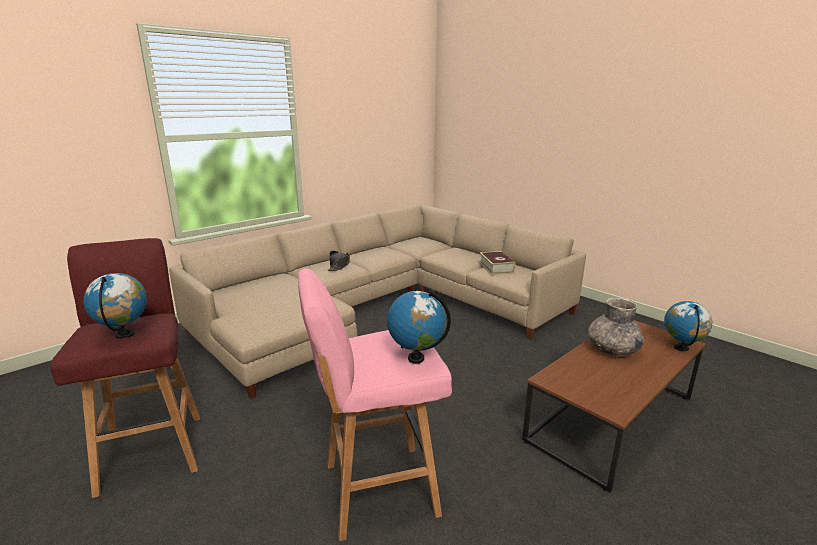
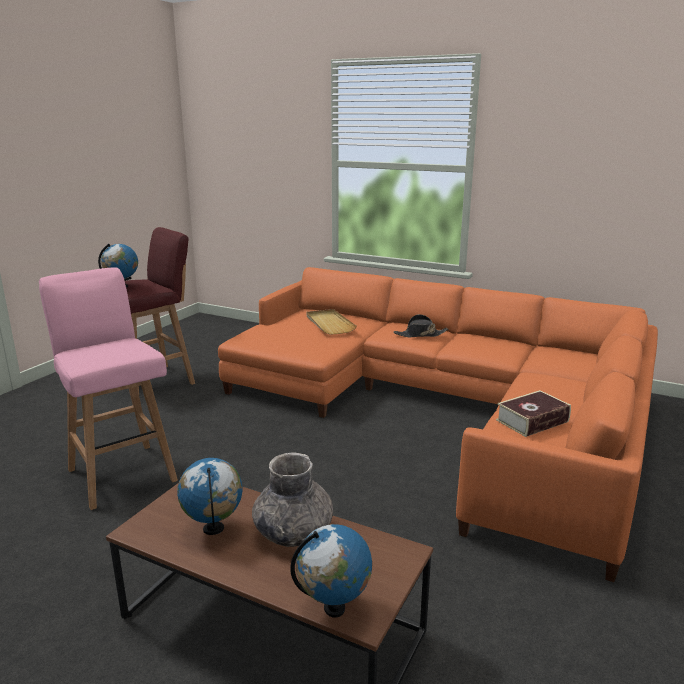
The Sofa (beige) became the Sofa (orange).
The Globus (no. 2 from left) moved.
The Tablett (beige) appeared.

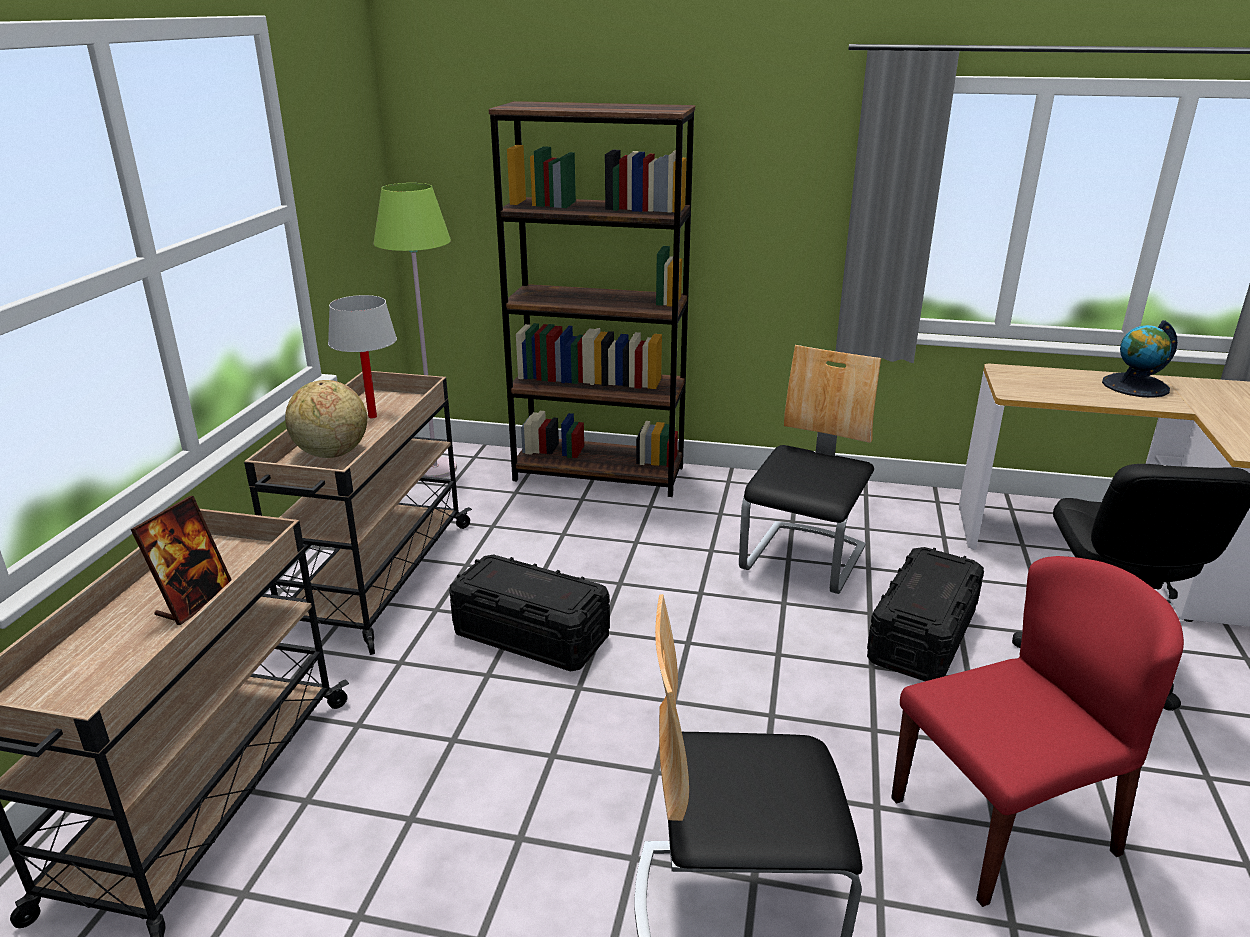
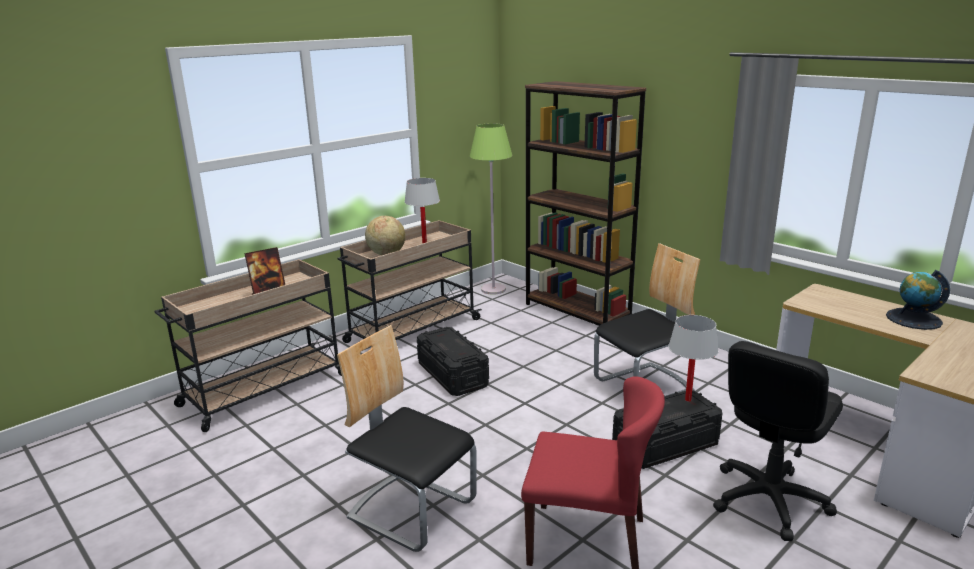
The Tischlampe (weiß) (no. 2 from left) appeared.

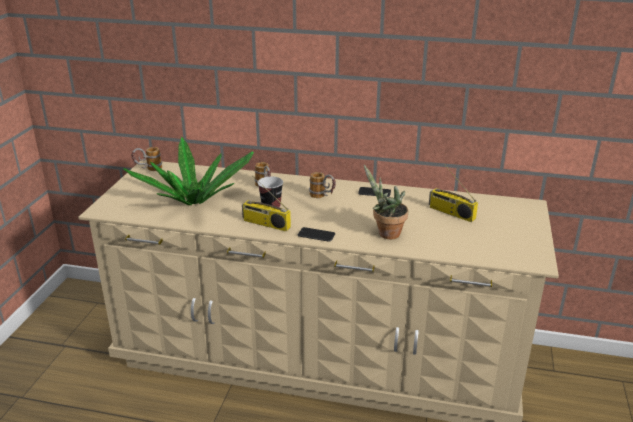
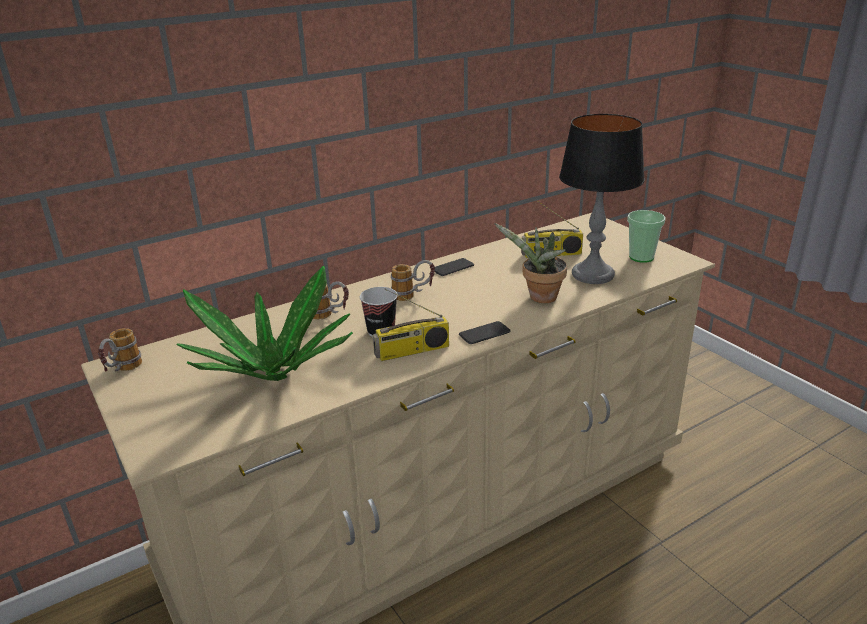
The Tischlampe appeared.
The Tasse (no. 2 from left) appeared.

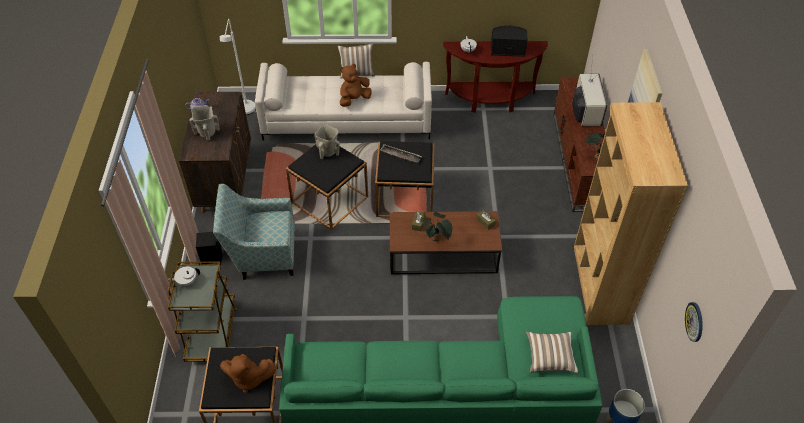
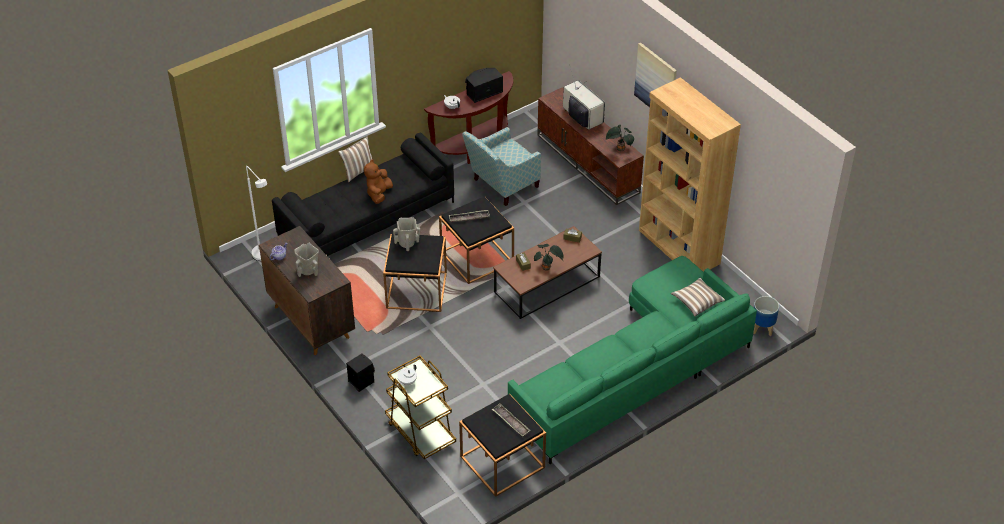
The Sofa (weiß) became the Sofa (schwarz).
The Sessel moved.
The Wanduhr disappeared.
The Plüschtier (braun) (no. 1 from left) was replaced by the Tablett (no. 2 from left).

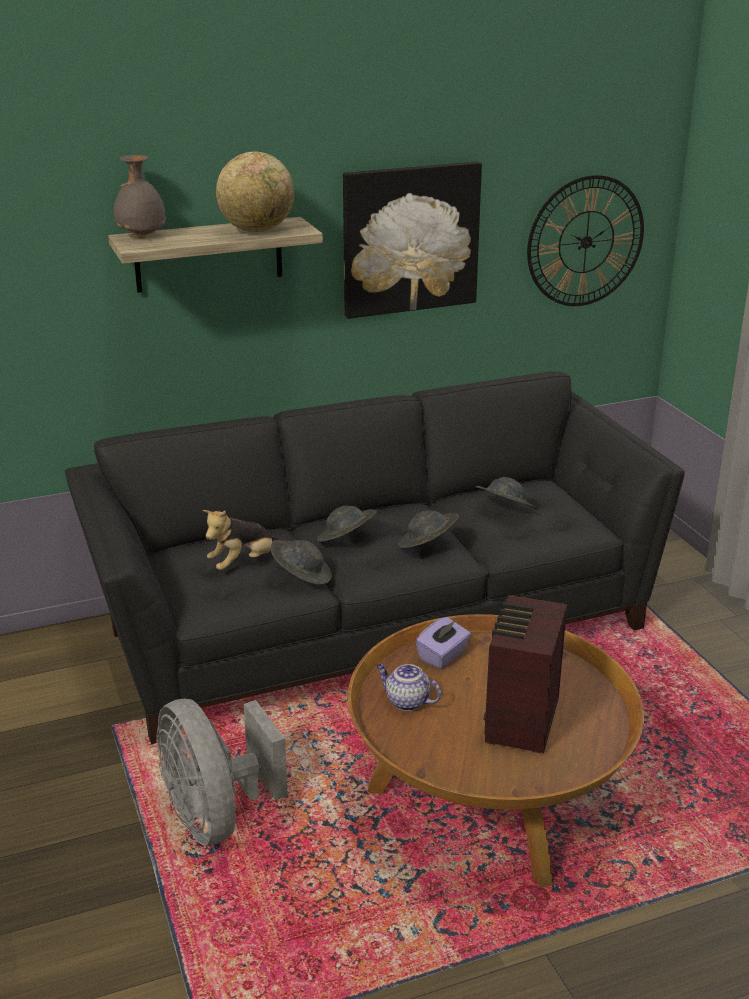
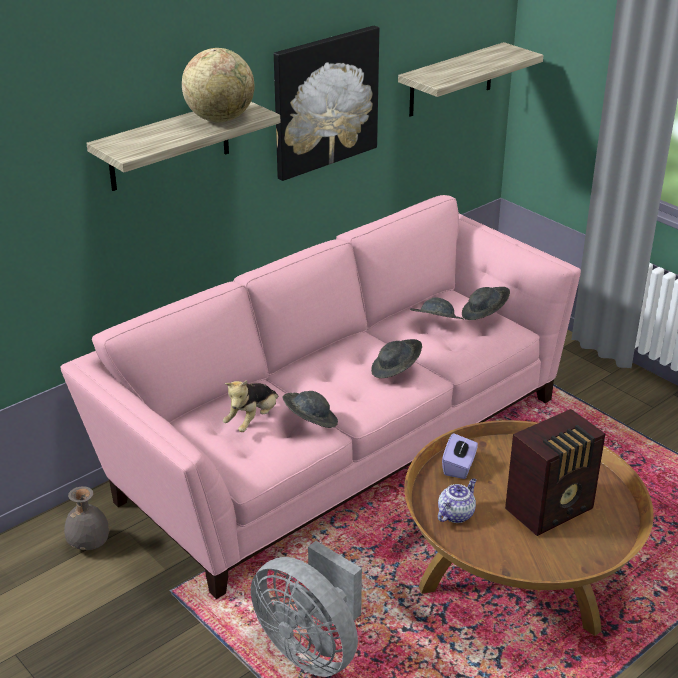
The Vase (grau) moved.
The Wanduhr was replaced by the Wandregal (no. 2 from left).
The Sofa (schwarz) became the Sofa (rosa).
The Hut (grau) (no. 2 from left in the first image) moved.
The Radio turned 120 degrees counterclockwise.
The Teekanne turned 120 degrees clockwise.

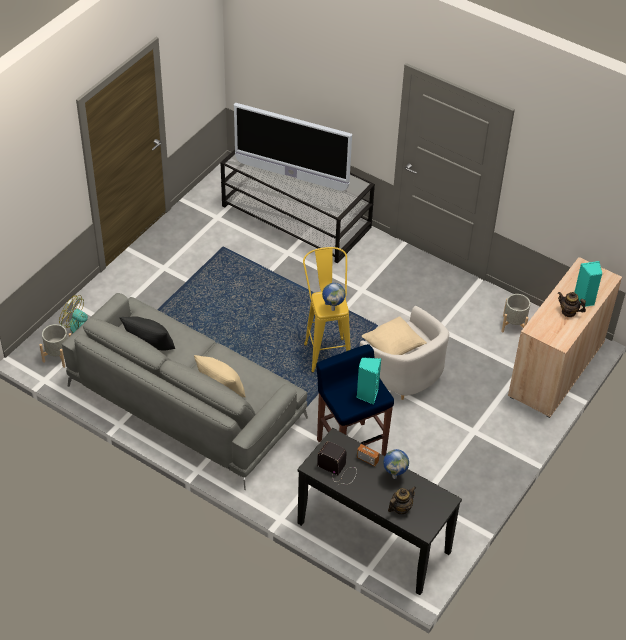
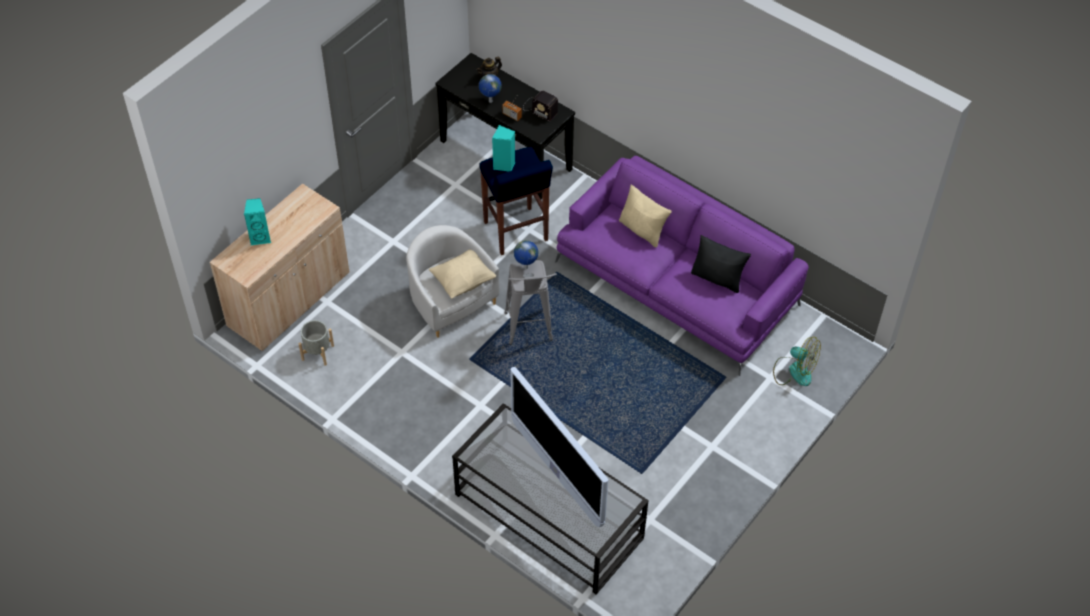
The Fernseher turned 150 degrees counterclockwise.
The Hocker (gelb) became the Hocker (grau).
The Teekanne (no. 2 from left) disappeared.
The Sofa (grau) became the Sofa (lila).
The Pflanzkübel (grau) (no. 1 from left) disappeared.

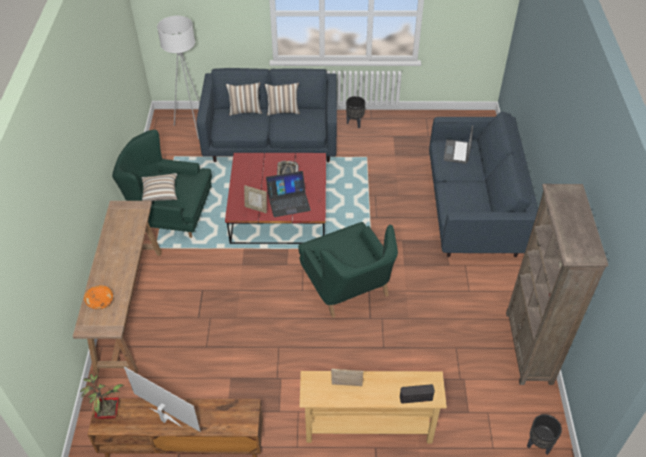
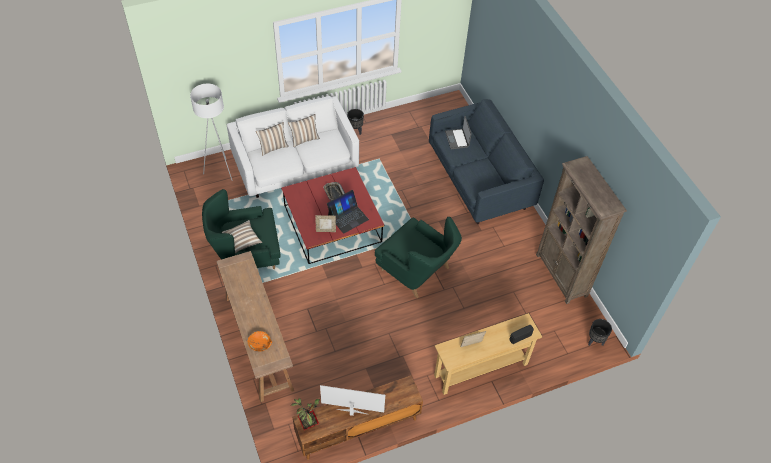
The Sofa (blau) (no. 1 from left) became the Sofa (weiß).

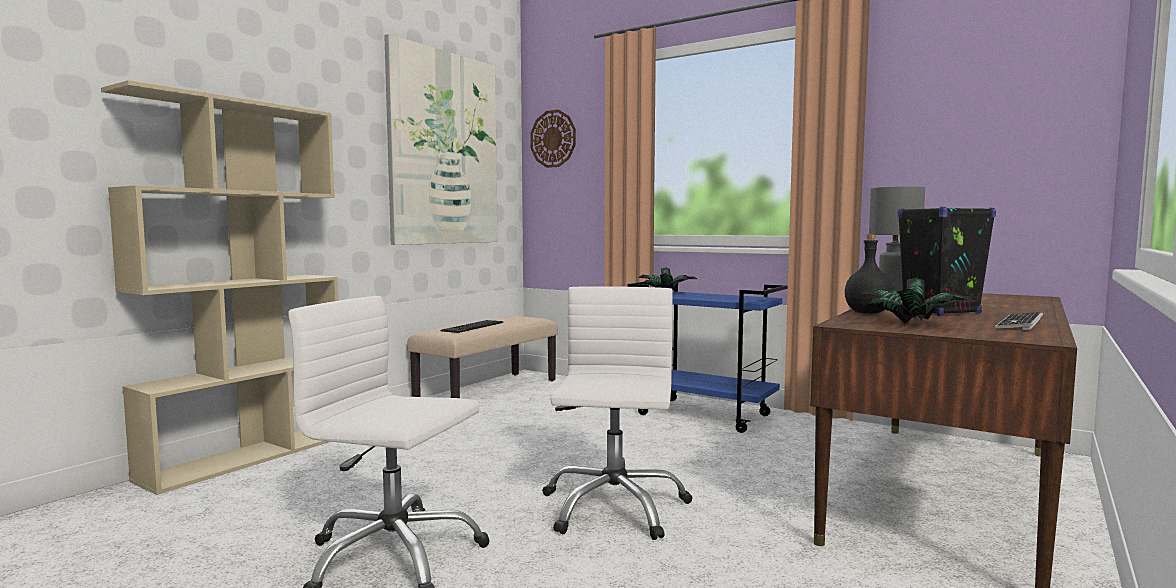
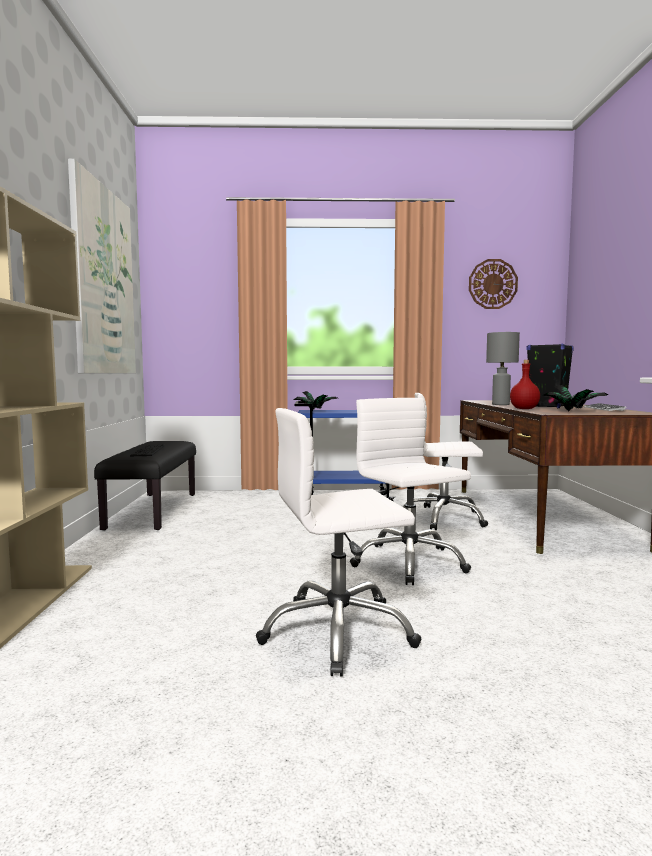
The Wanduhr moved.
The Flasche (schwarz) became the Flasche (rot).
The Bank (beige) became the Bank (schwarz).
The Bürostuhl (weiß) (no. 3 from left) appeared.

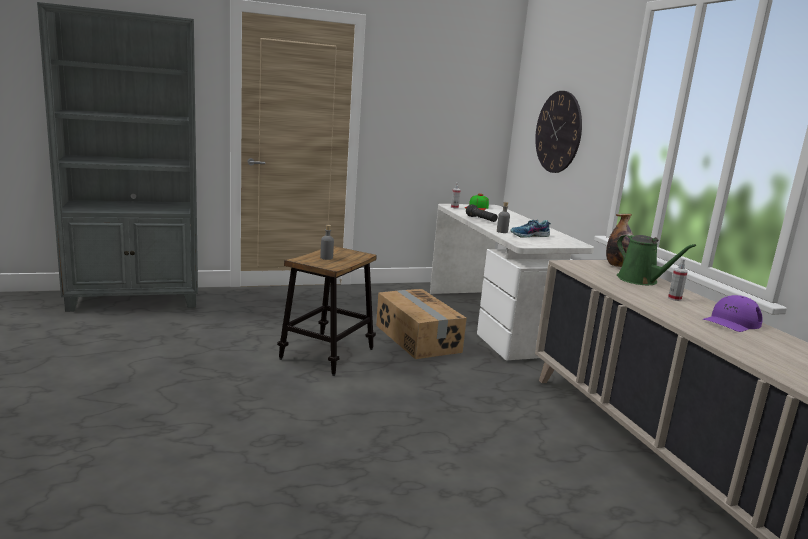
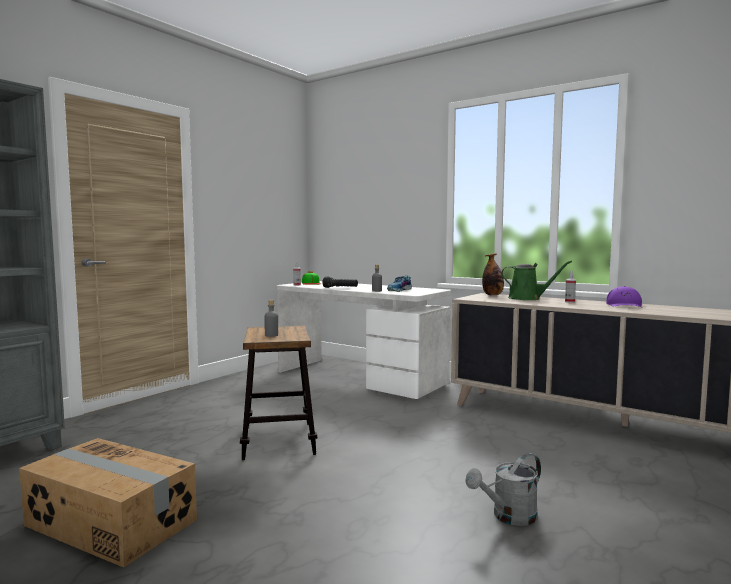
The Wanduhr disappeared.
The Karton moved.
The Gießkanne (grau) appeared.

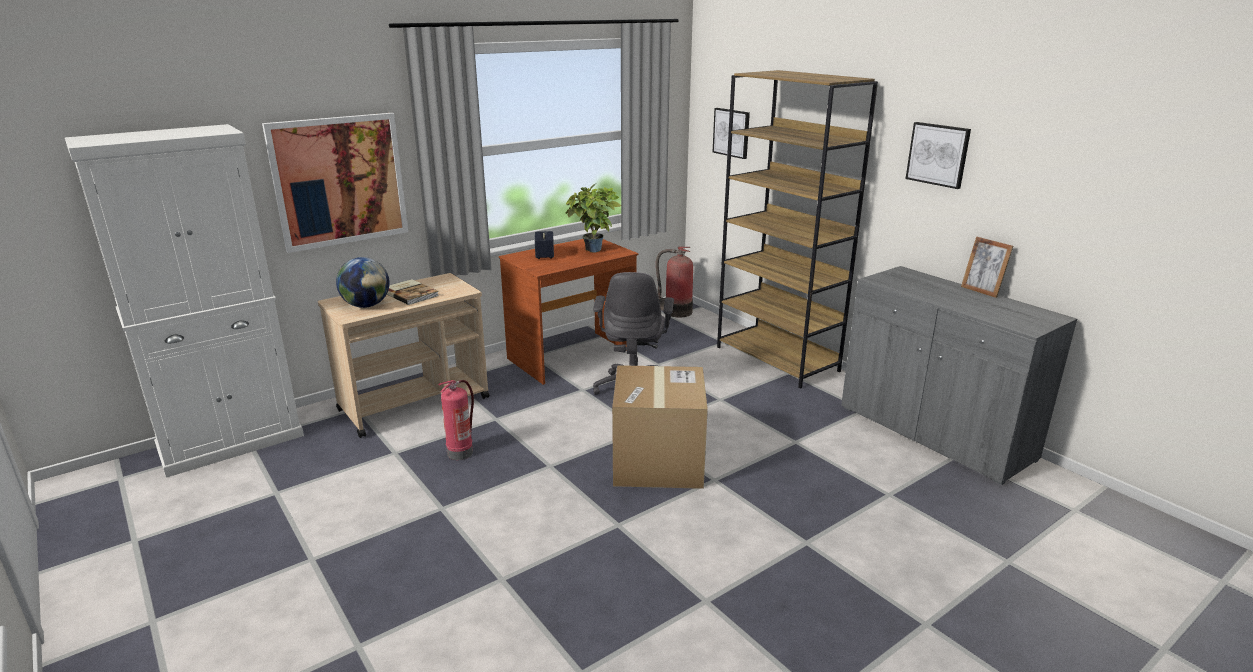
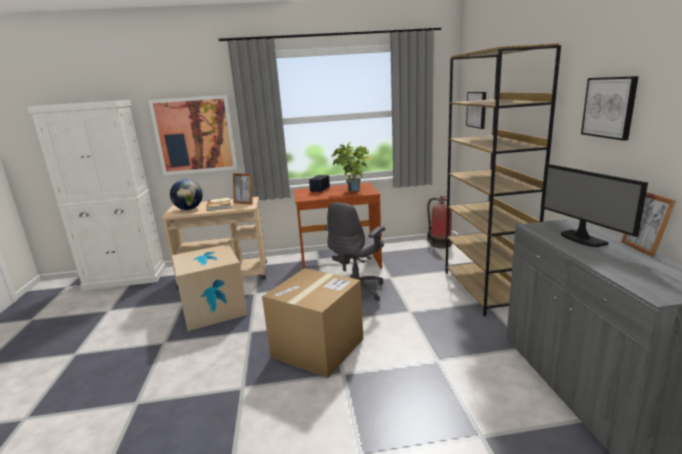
The Feuerlöscher (no. 1 from left) was replaced by the Karton (no. 1 from left).
The Monitor appeared.
The Bilderrahmen (no. 1 from left) appeared.

